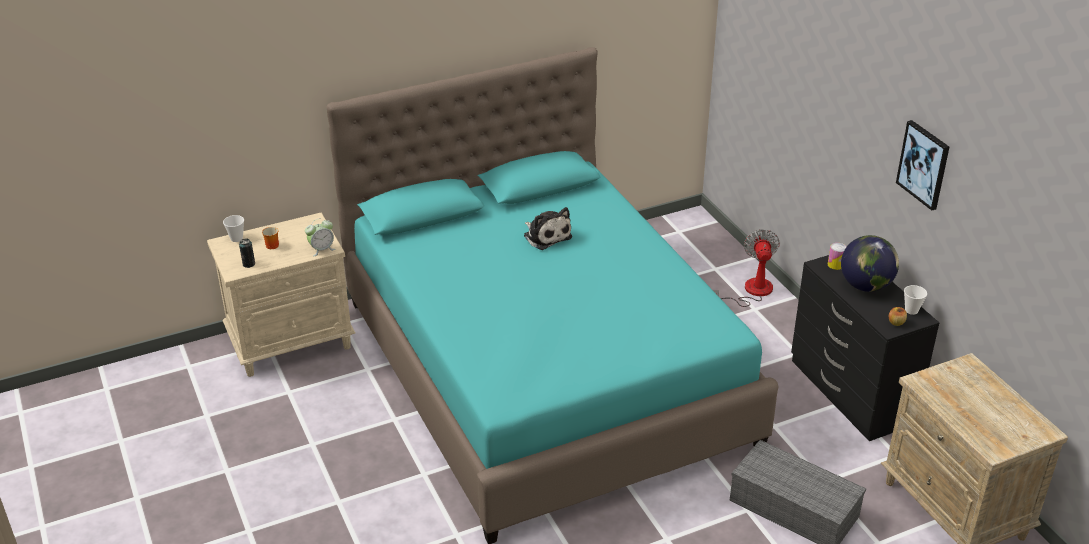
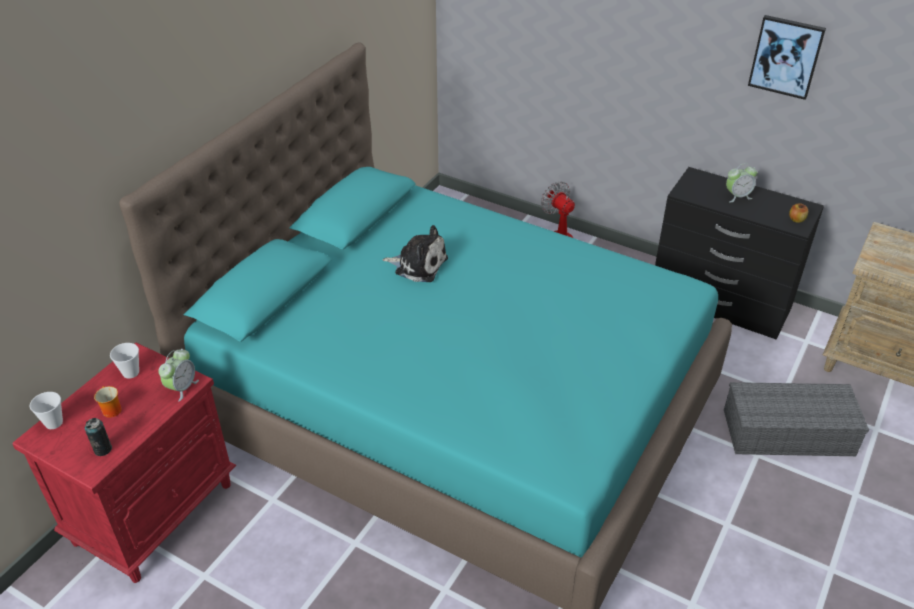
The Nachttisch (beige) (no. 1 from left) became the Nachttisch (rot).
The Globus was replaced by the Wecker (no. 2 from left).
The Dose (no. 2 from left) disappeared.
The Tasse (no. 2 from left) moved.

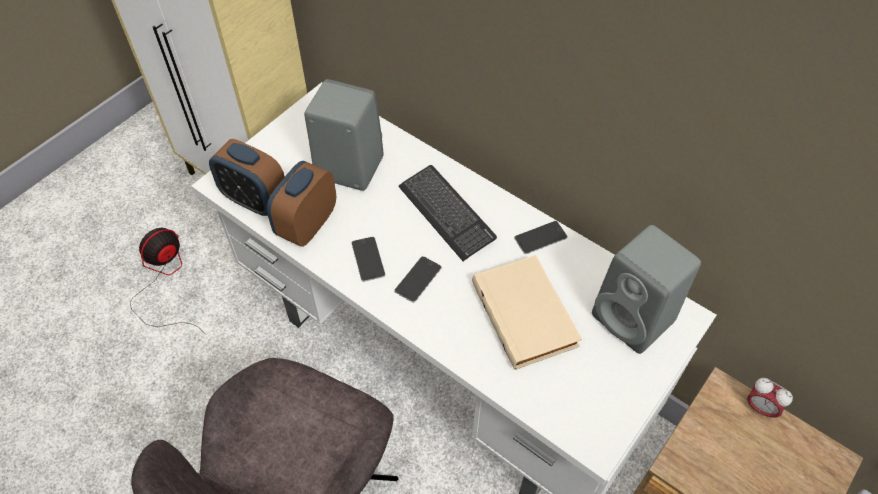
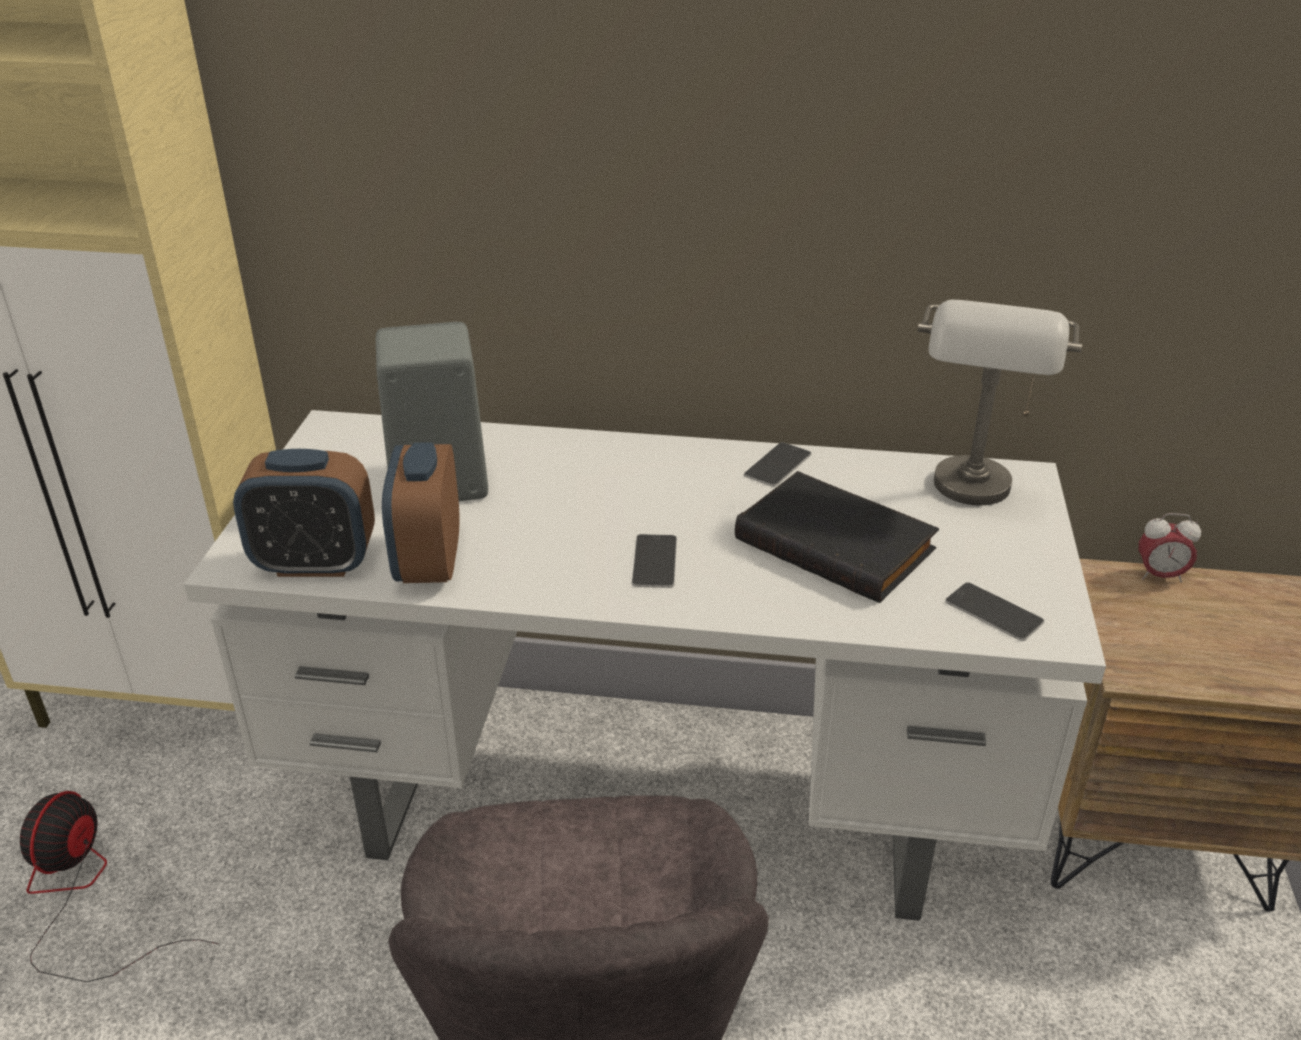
The Tastatur disappeared.
The Lautsprecher (grau) (no. 2 from left) was replaced by the Tischlampe (grau).
The Handy (no. 1 from left in the first image) moved.
The Buch (beige) became the Buch (schwarz).

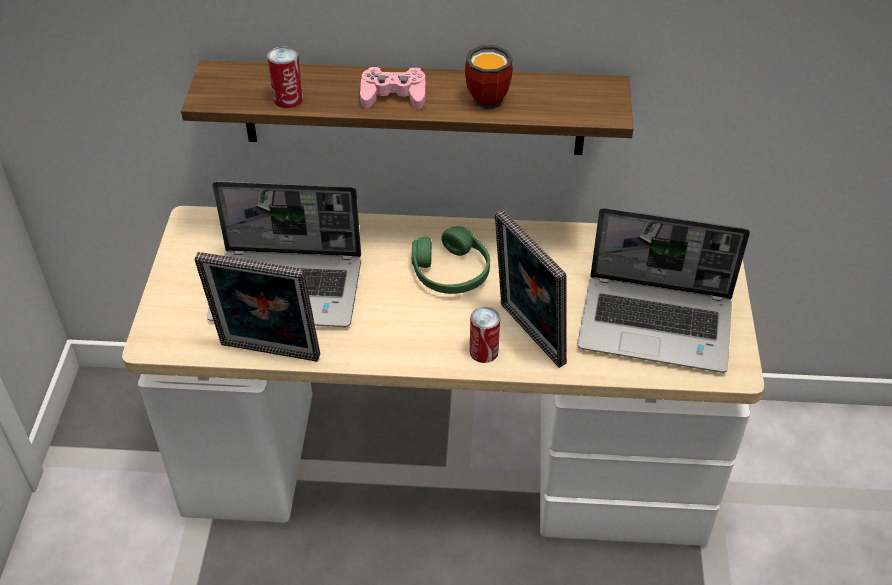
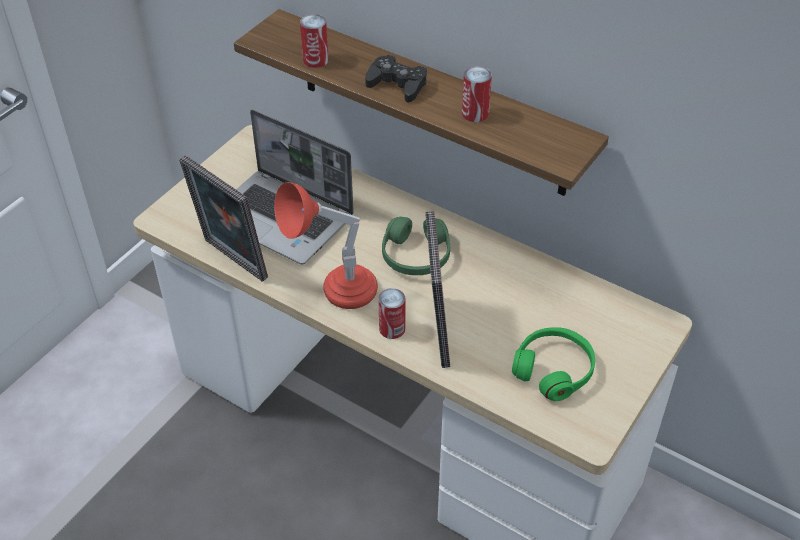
The Henkelbecher was replaced by the Dose (no. 3 from left).
The Gamepad (rosa) became the Gamepad (schwarz).
The Laptop (no. 2 from left) was replaced by the Kopfhörer (grün) (no. 2 from left).
The Tischlampe (rot) appeared.

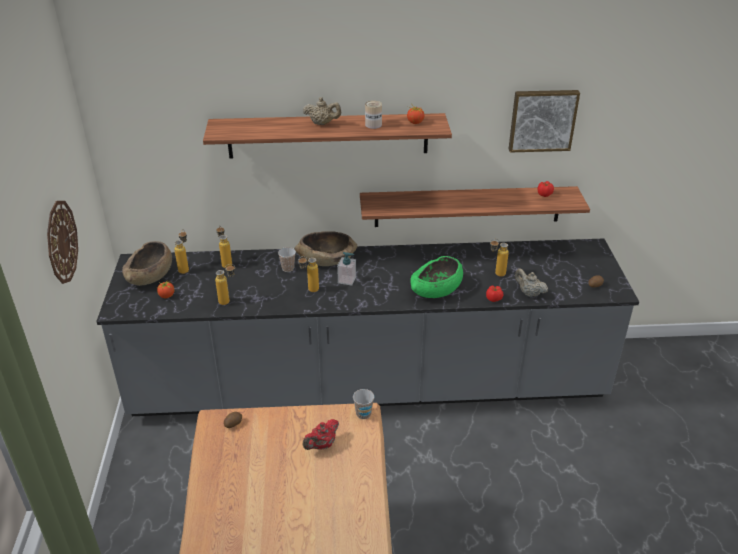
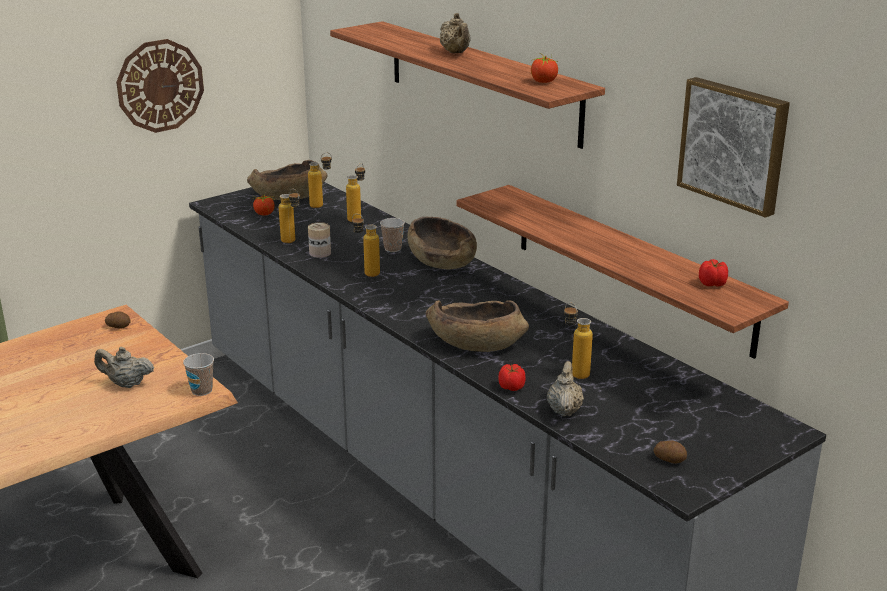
The Dose moved.
The Seifenspender disappeared.
The Schüssel (grün) became the Schüssel (braun) (no. 3 from left).
The Teekanne (rot) became the Teekanne (beige) (no. 1 from left).

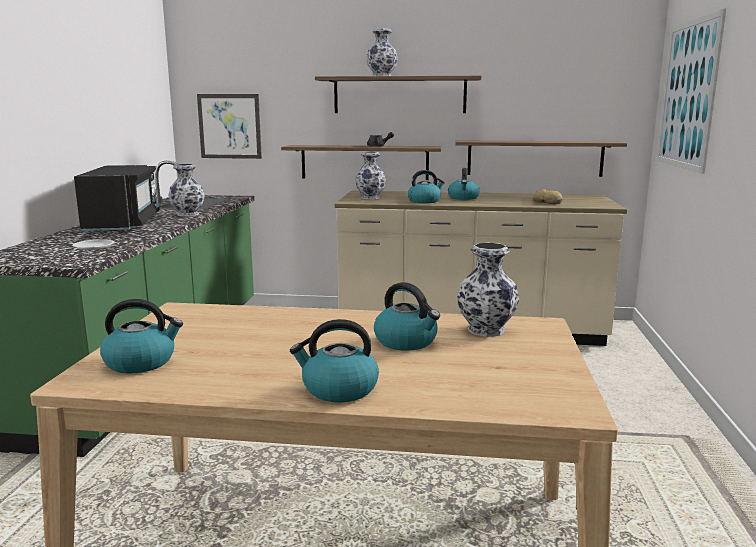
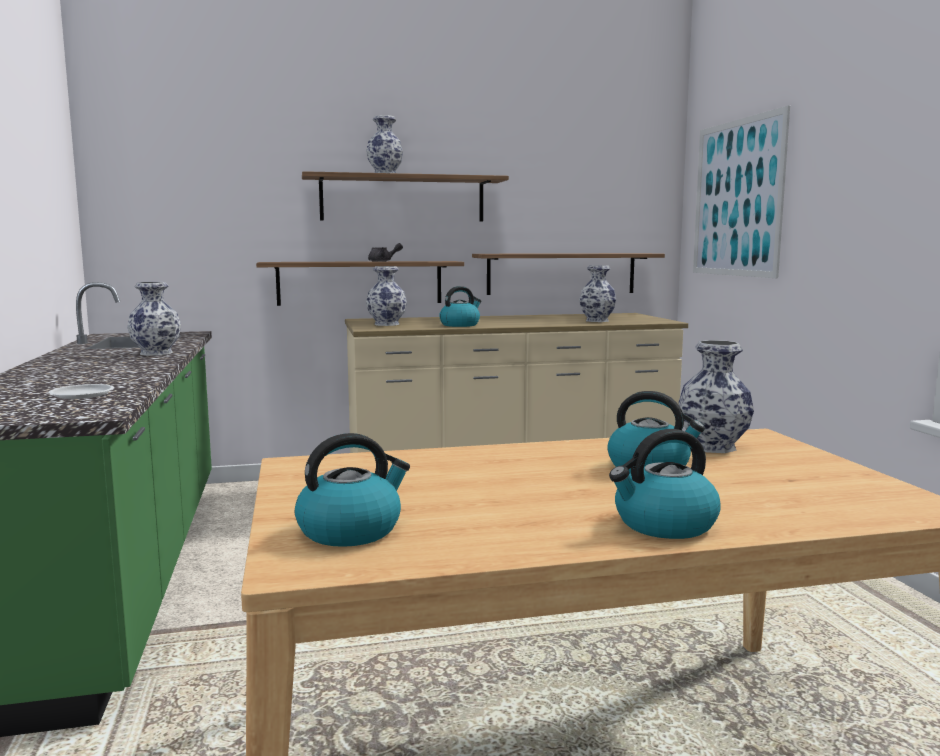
The Bild (no. 1 from left) disappeared.
The Mikrowelle (schwarz) disappeared.
The Wasserkessel (no. 5 from left) disappeared.
The Brot was replaced by the Vase (no. 4 from left).

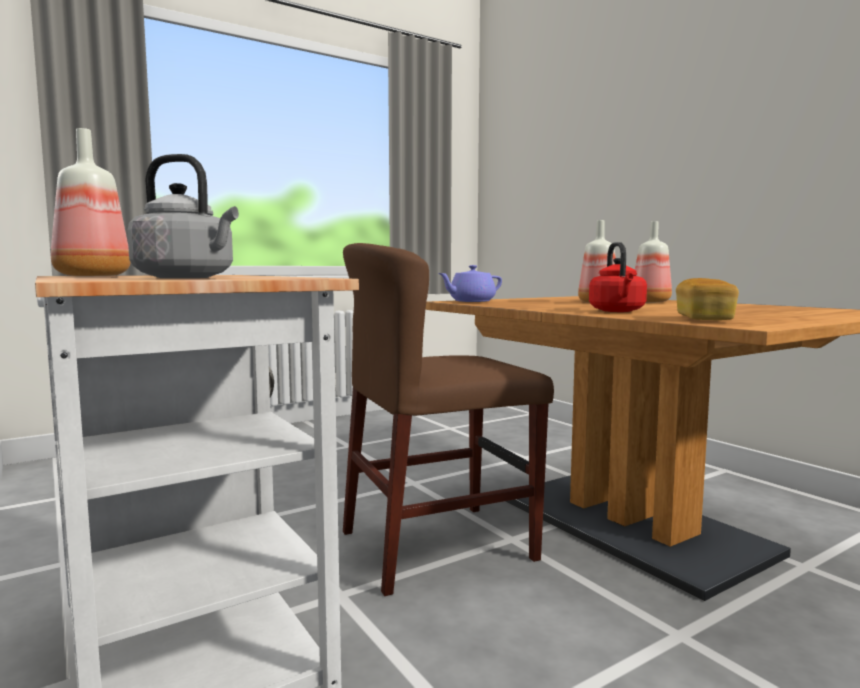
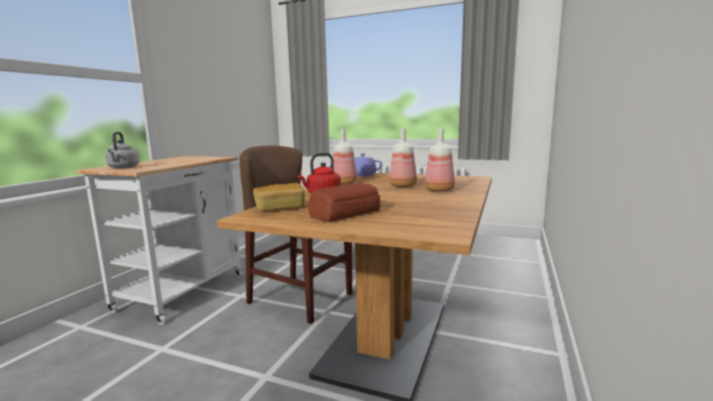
The Flasche (no. 1 from left) moved.
The Brot (no. 2 from left) appeared.

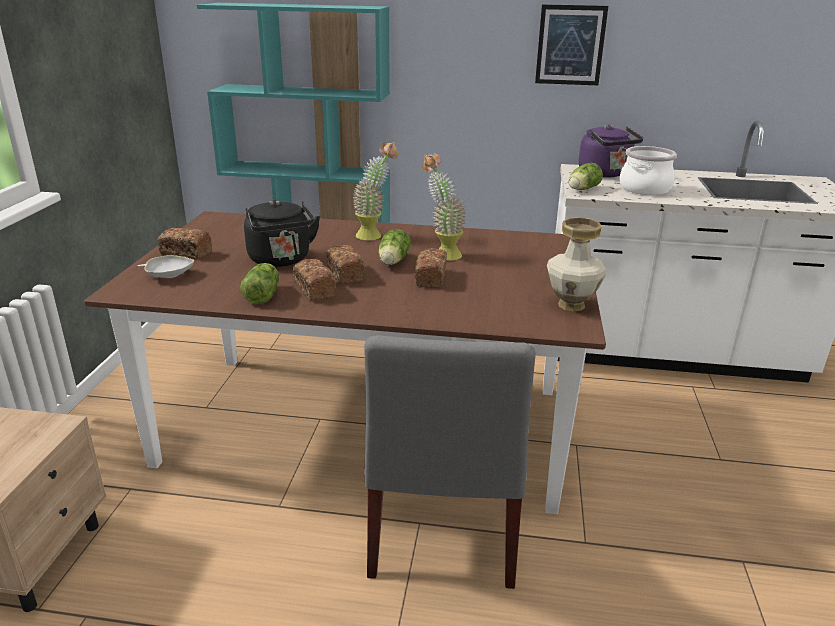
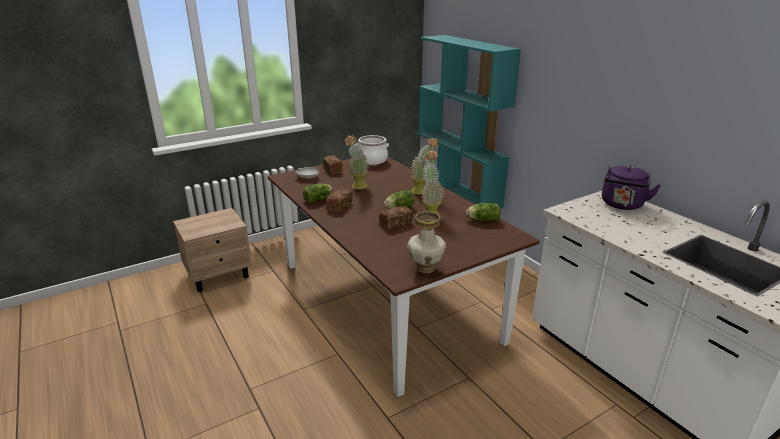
The Bild disappeared.
The Kochtopf moved.
The Salatkopf (no. 3 from left) moved.
The Wasserkessel (schwarz) was replaced by the Topfpflanze (no. 1 from left).
The Brot (no. 3 from left) disappeared.
The Stuhl (grau) disappeared.

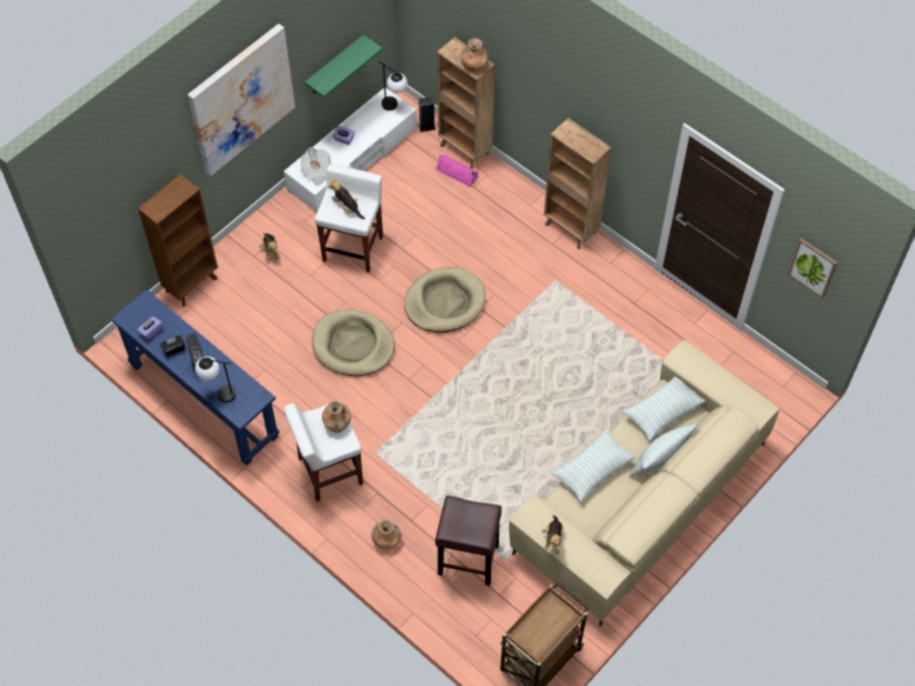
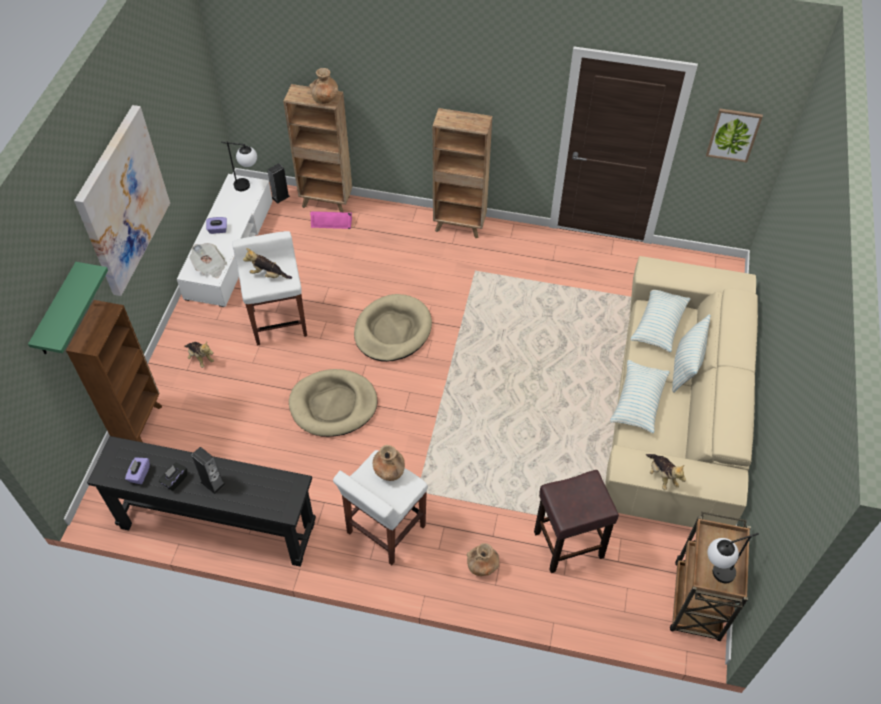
The Wandregal (grün) moved.
The Konsolentisch (blau) became the Konsolentisch (schwarz).
The Tischlampe (no. 1 from left in the first image) moved.

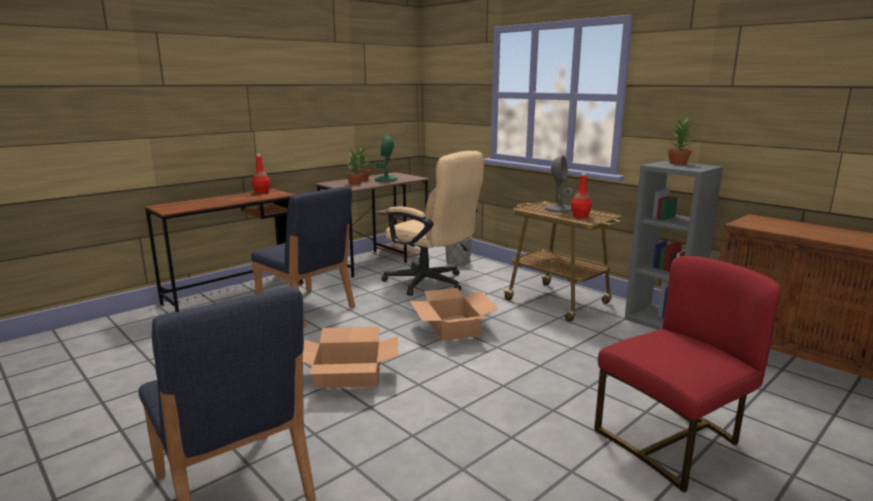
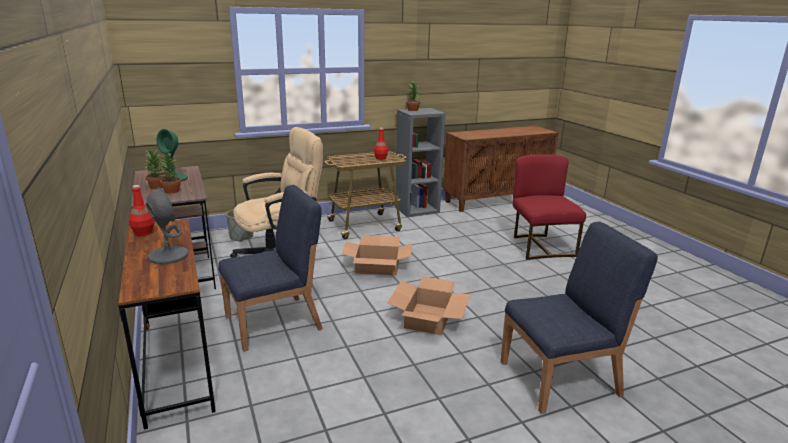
The Tischlampe (grau) moved.

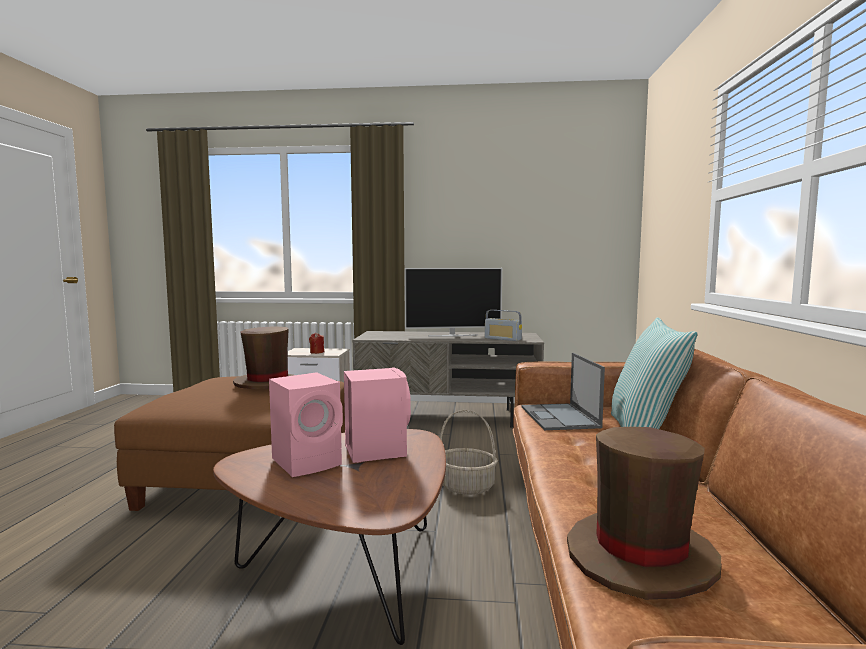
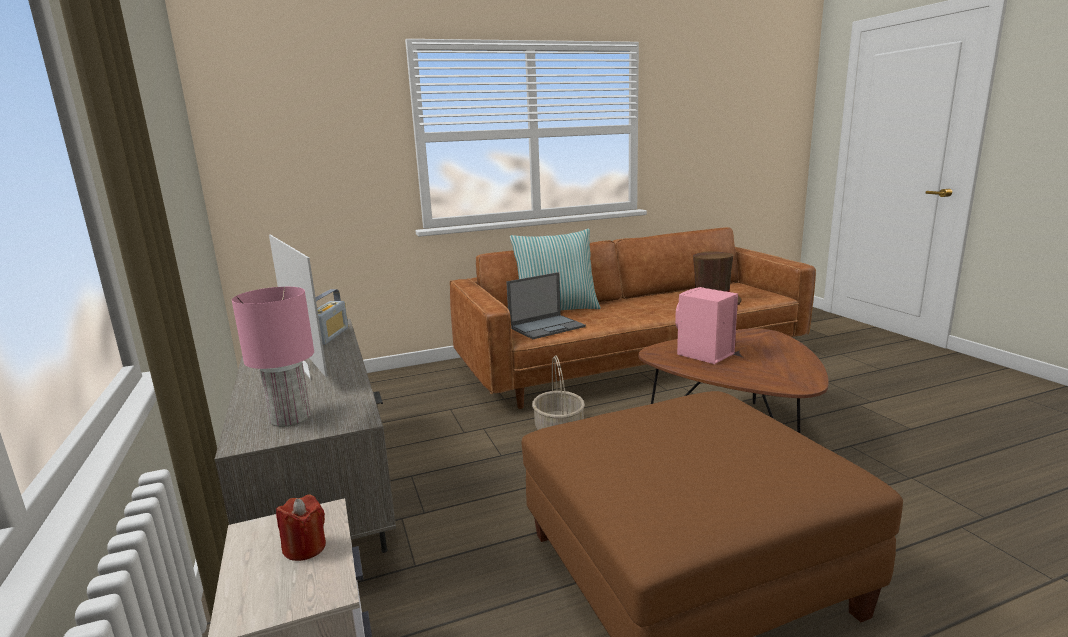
The Hut (braun) (no. 1 from left) disappeared.
The Lautsprecher (rosa) (no. 1 from left) disappeared.
The Tischlampe (rosa) appeared.

